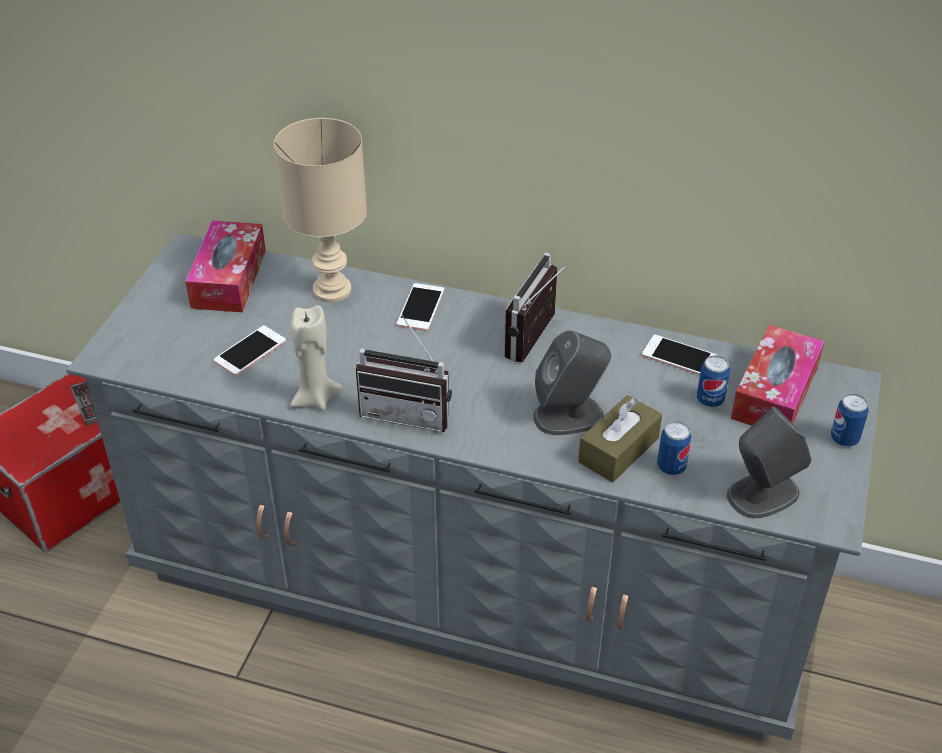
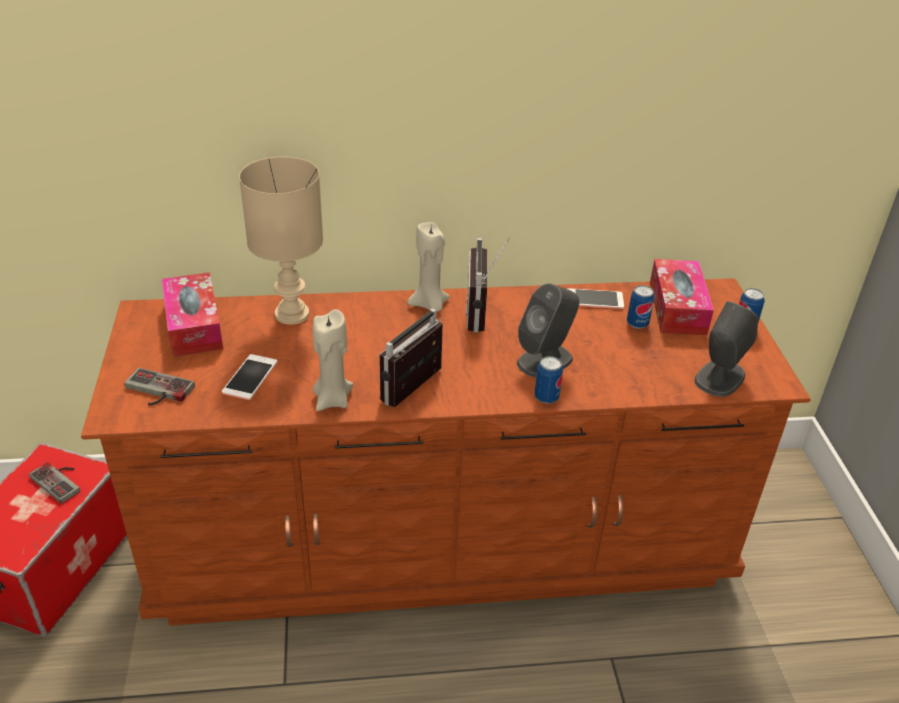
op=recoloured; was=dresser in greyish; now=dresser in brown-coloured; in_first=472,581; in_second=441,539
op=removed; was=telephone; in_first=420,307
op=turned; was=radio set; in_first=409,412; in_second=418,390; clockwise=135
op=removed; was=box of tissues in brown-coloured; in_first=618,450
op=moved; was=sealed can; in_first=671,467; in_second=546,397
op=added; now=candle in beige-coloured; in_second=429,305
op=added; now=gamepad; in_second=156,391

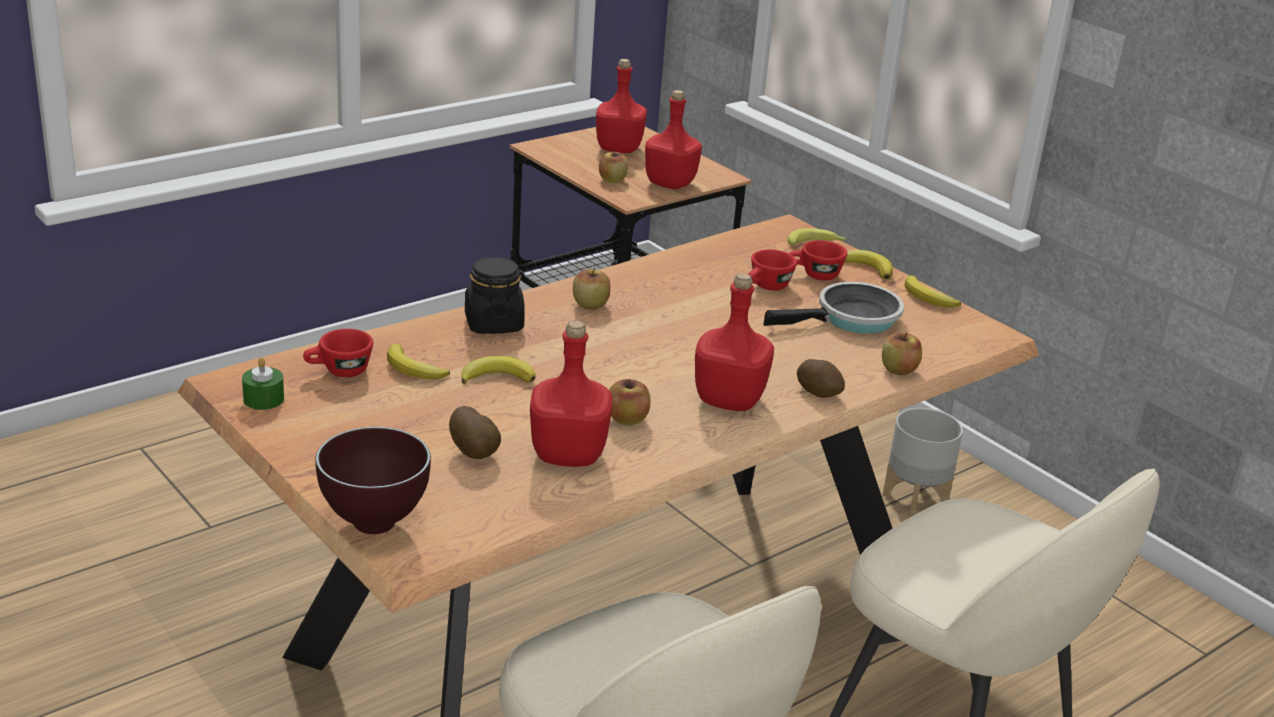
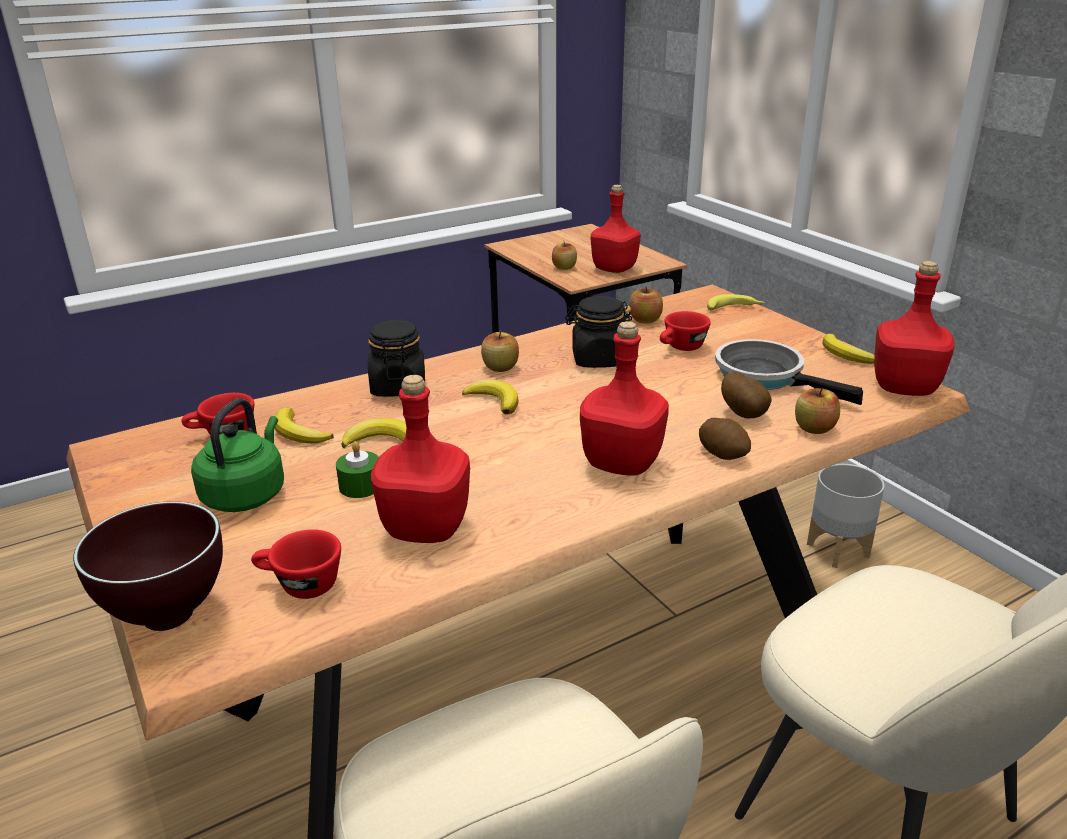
op=moved; was=drink bottle in reddish; in_first=618,148; in_second=903,387
op=moved; was=drinking cup in reddish; in_first=814,275; in_second=300,585
op=moved; was=banana; in_first=867,268; in_second=494,400
op=turned; was=frying pan; in_first=851,319; in_second=765,377; clockwise=-120
op=moved; was=candle in green-coloured; in_first=263,399; in_second=360,486
op=moved; was=whole apple; in_first=627,419; in_second=645,320
op=moved; was=potato; in_first=475,453; in_second=745,414
op=added; now=jar in blackish; in_second=598,359
op=added; now=tea kettle in green-coloured; in_second=246,494

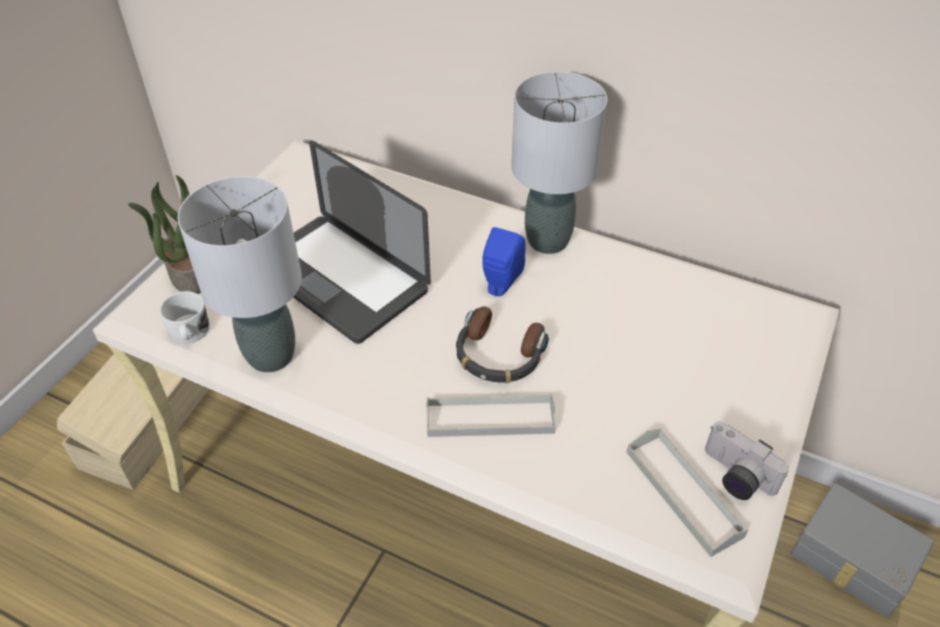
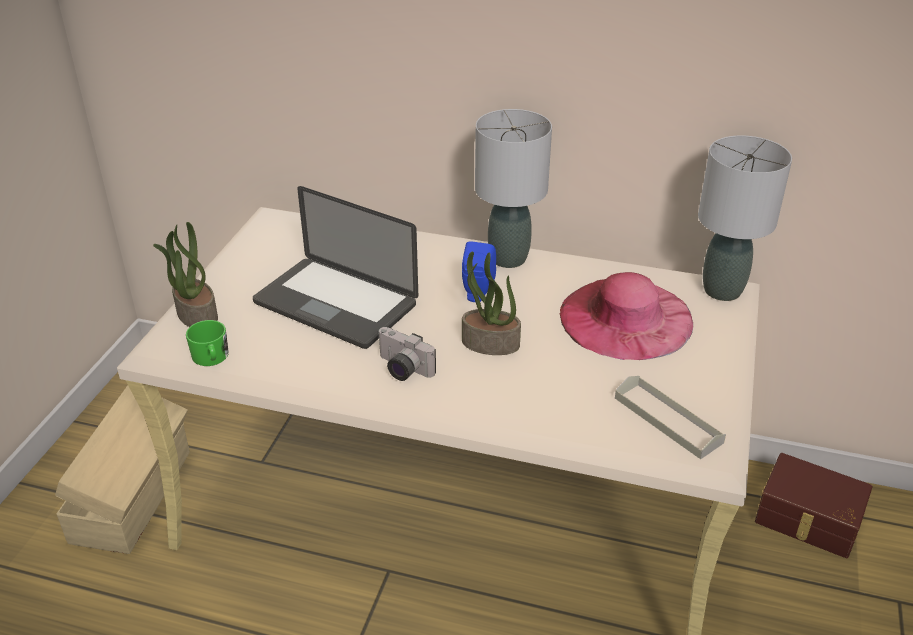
op=moved; was=tabletop lamp in greyish; in_first=271,354; in_second=722,290
op=recoloured; was=mug in white; now=mug in green-coloured; in_first=189,333; in_second=211,358
op=replaced; was=headphones; now=potted plant; in_first=498,355; in_second=489,344
op=removed; was=carrying tray in greyish; in_first=490,419
op=moved; was=still camera; in_first=734,477; in_second=401,369
op=recoloured; was=storage container in greyish; now=storage container in brown-coloured; in_first=851,561; in_second=808,520
op=added; now=clothing hat in pink; in_second=625,318

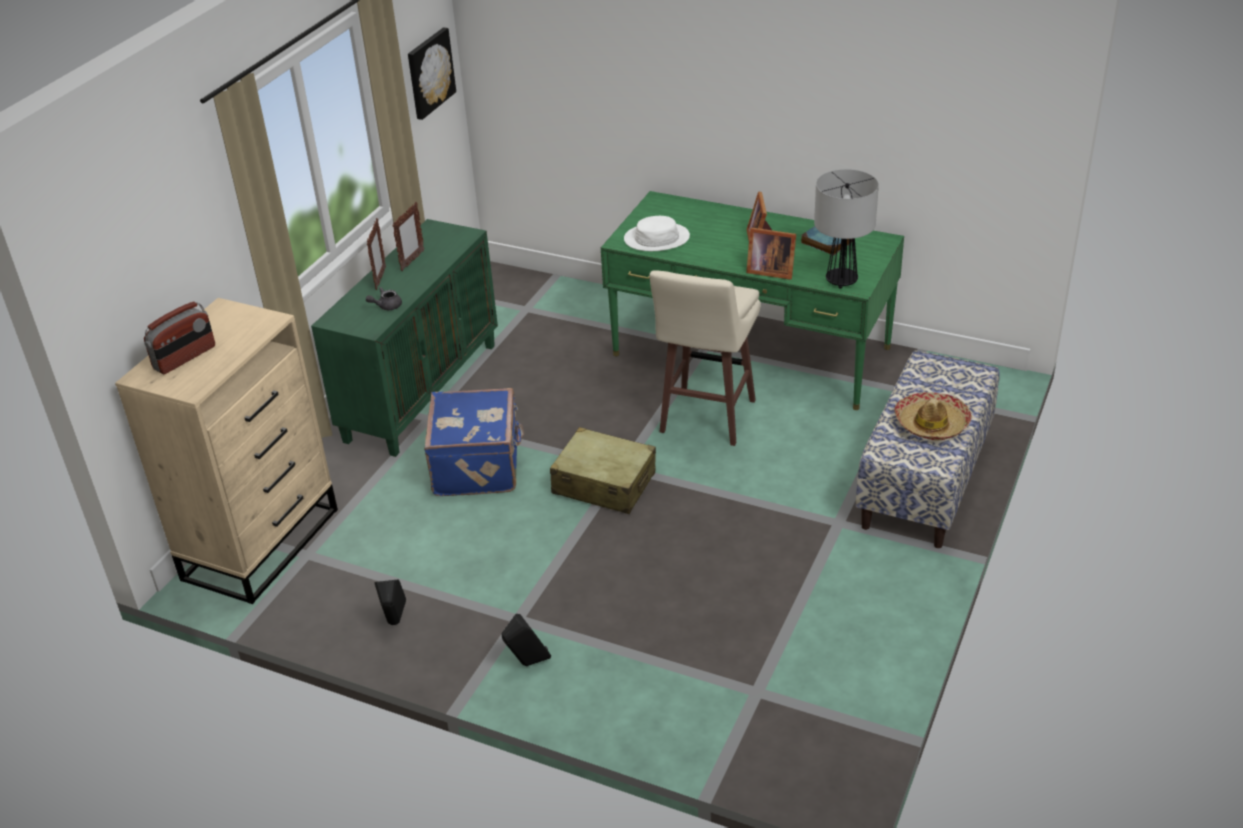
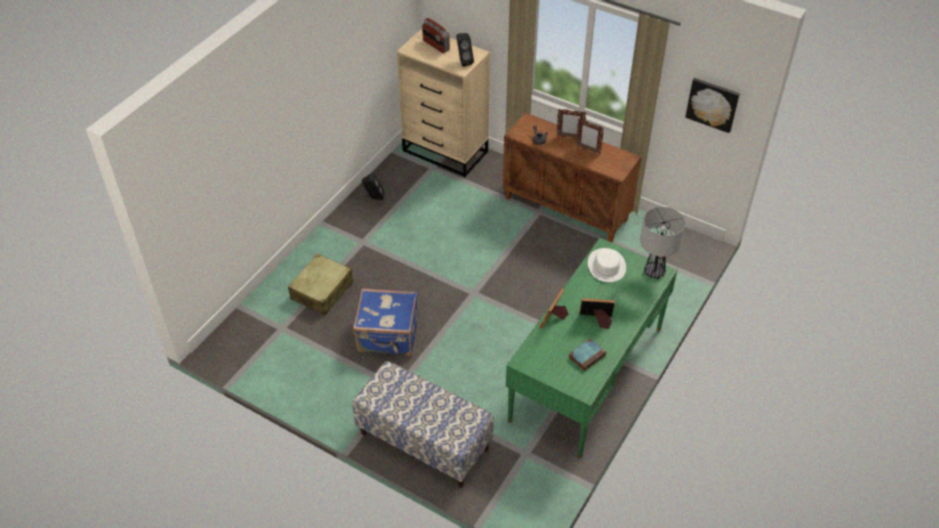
op=moved; was=tabletop lamp; in_first=841,281; in_second=654,272
op=recoloured; was=cabinet in green-coloured; now=cabinet in brown-coloured; in_first=421,391; in_second=567,208
op=removed; was=stool seat in beige-coloured; in_first=706,418
op=moved; was=suitcase in blue-coloured; in_first=479,466; in_second=388,336
op=removed; was=clothing hat; in_first=931,424
op=moved; was=suitcase in beige-coloured; in_first=604,483; in_second=322,291
op=moved; was=audio speaker in blackish; in_first=527,664; in_second=463,61

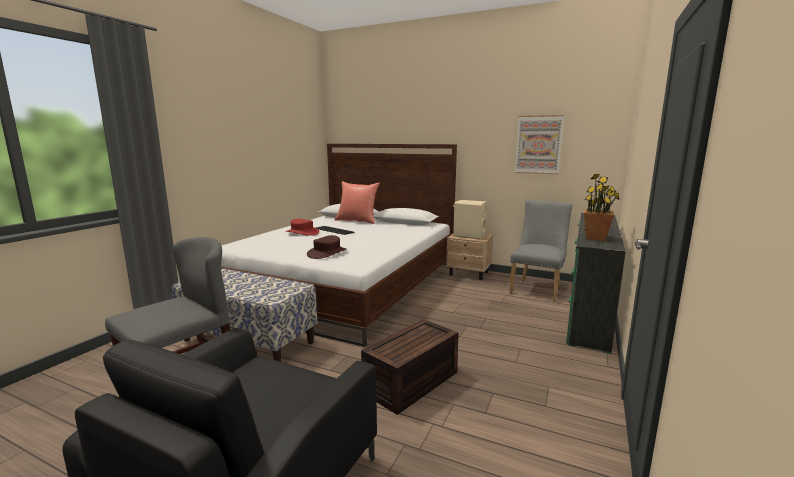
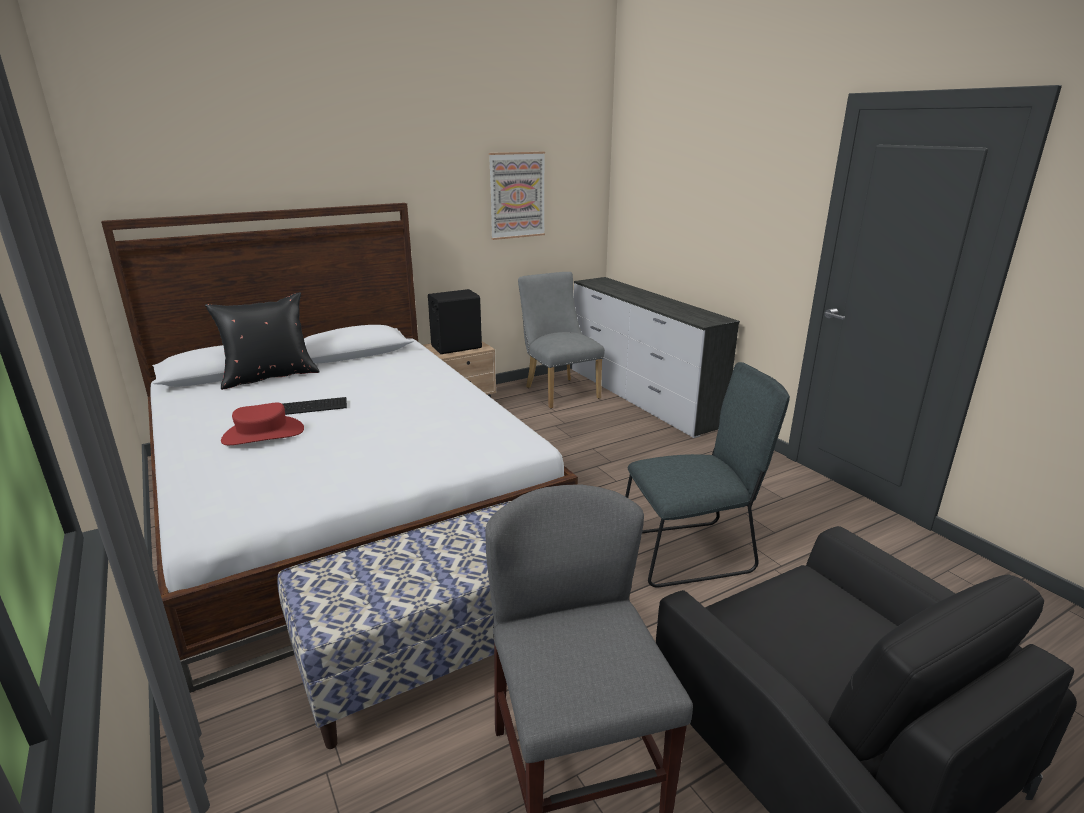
op=removed; was=potted plant; in_first=595,238
op=recoloured; was=pillow in reddish; now=pillow in blackish; in_first=357,221; in_second=269,376
op=recoloured; was=audio speaker in beige-coloured; now=audio speaker in blackish; in_first=469,236; in_second=456,347
op=recoloured; was=dresser in green-coloured; now=dresser in white; in_first=588,311; in_second=640,397
op=removed; was=clothing hat in brown-coloured; in_first=327,253
op=replaced; was=storage container in brown-coloured; now=chair in greyish; in_first=411,383; in_second=691,552

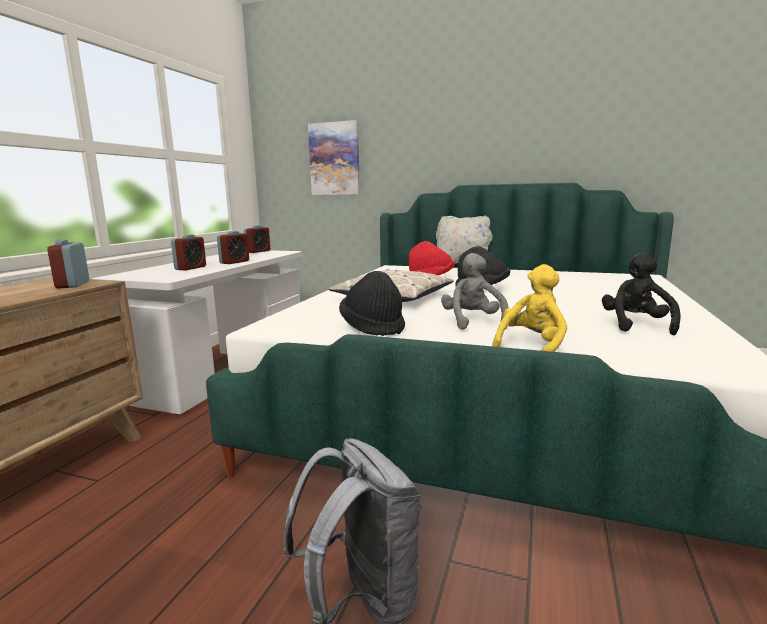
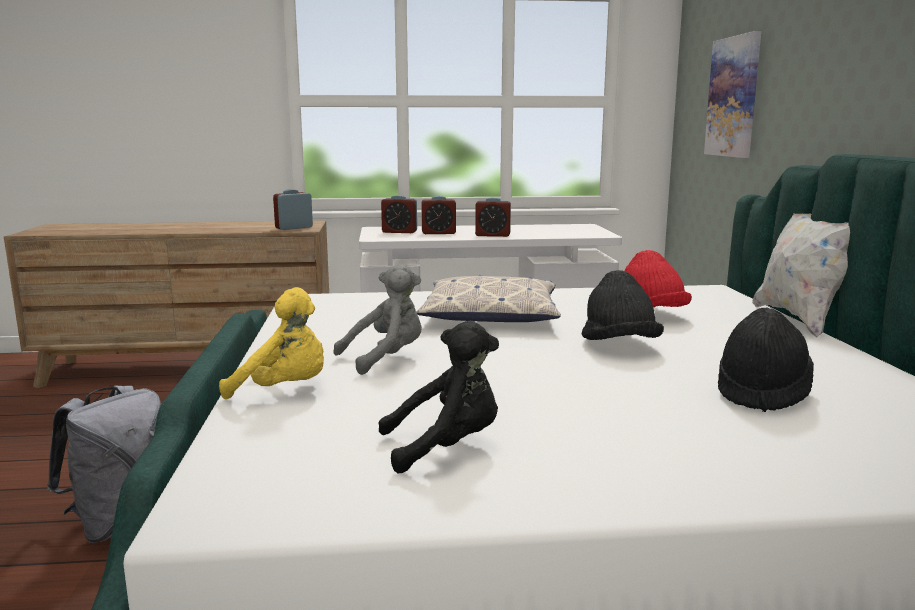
op=moved; was=table clock; in_first=258,251; in_second=399,232
op=moved; was=clothing hat in blackish; in_first=373,327; in_second=761,392

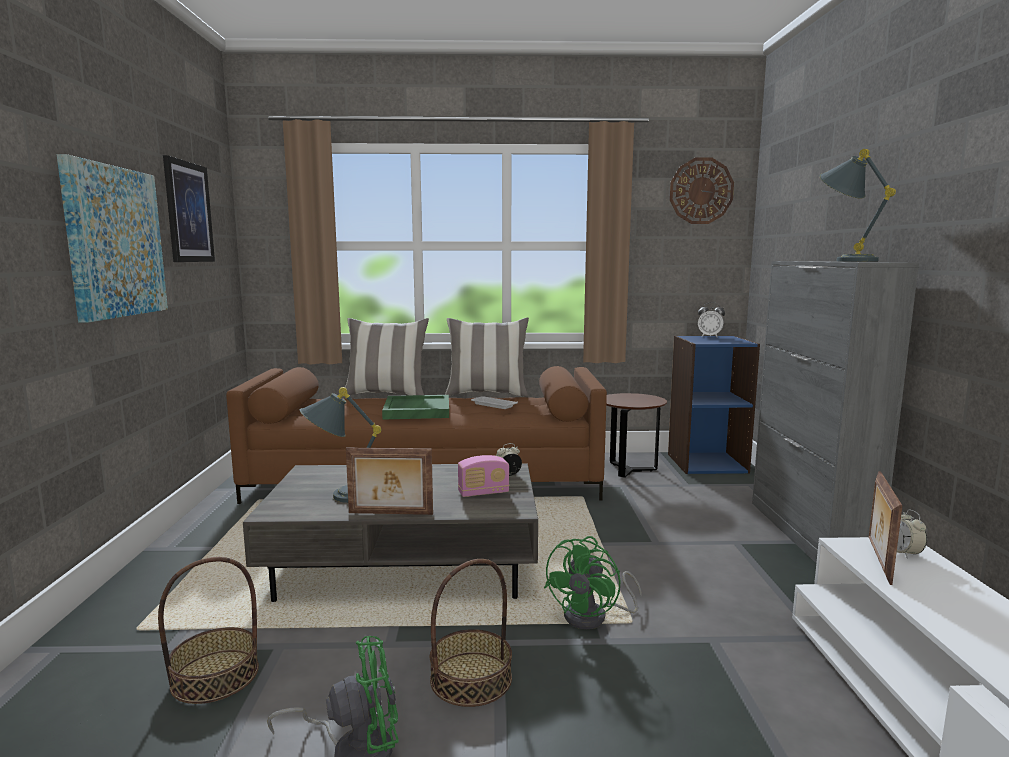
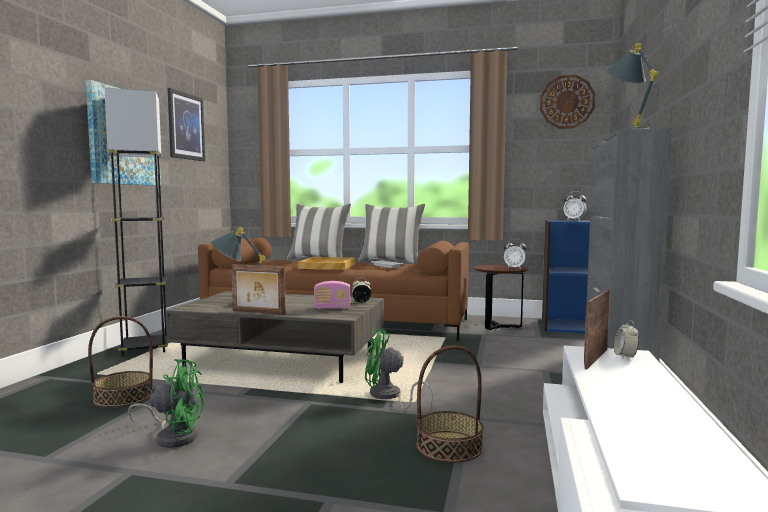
op=recoloured; was=carrying tray in green-coloured; now=carrying tray in beige-coloured; in_first=416,410; in_second=327,266
op=turned; was=cooling fan in green-coloured; in_first=594,617; in_second=389,397; clockwise=60
op=moved; was=household basket; in_first=471,678; in_second=449,446
op=added; now=floor lamp in greyish; in_second=145,349
op=added; now=table clock; in_second=514,268

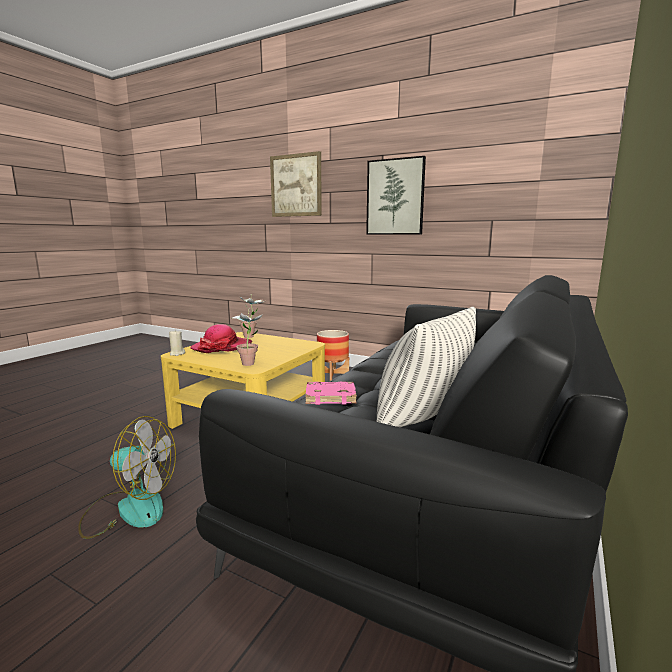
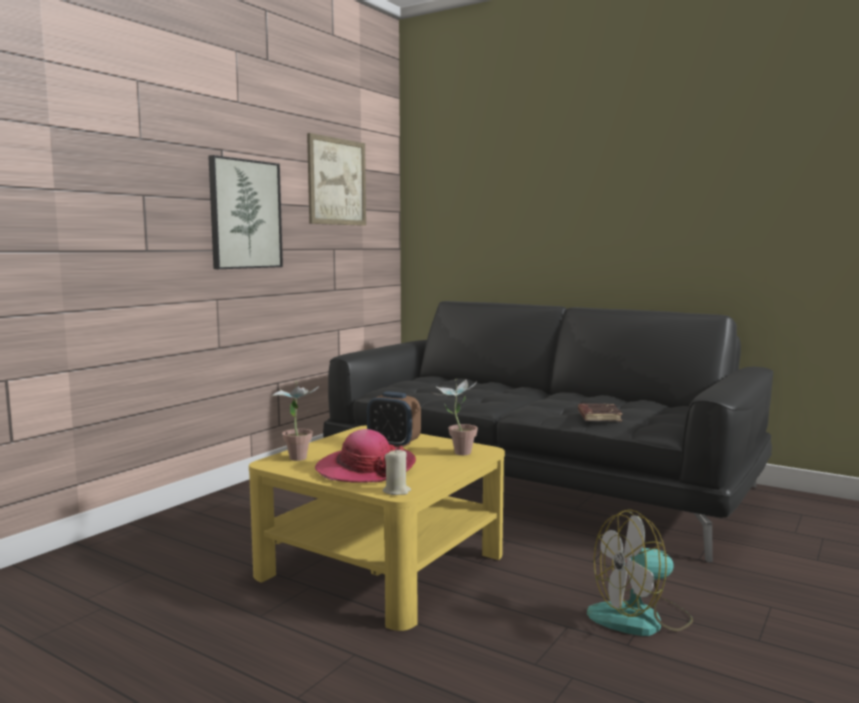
op=moved; was=wall picture; in_first=296,185; in_second=337,182
op=removed; was=pillow; in_first=422,420
op=removed; was=plant pot; in_first=332,377
op=recoloured; was=bound book in pink; now=bound book in brown-coloured; in_first=331,396; in_second=598,417
op=turned; was=cooling fan; in_first=129,508; in_second=640,618; clockwise=-120
op=added; now=table clock; in_second=393,444

